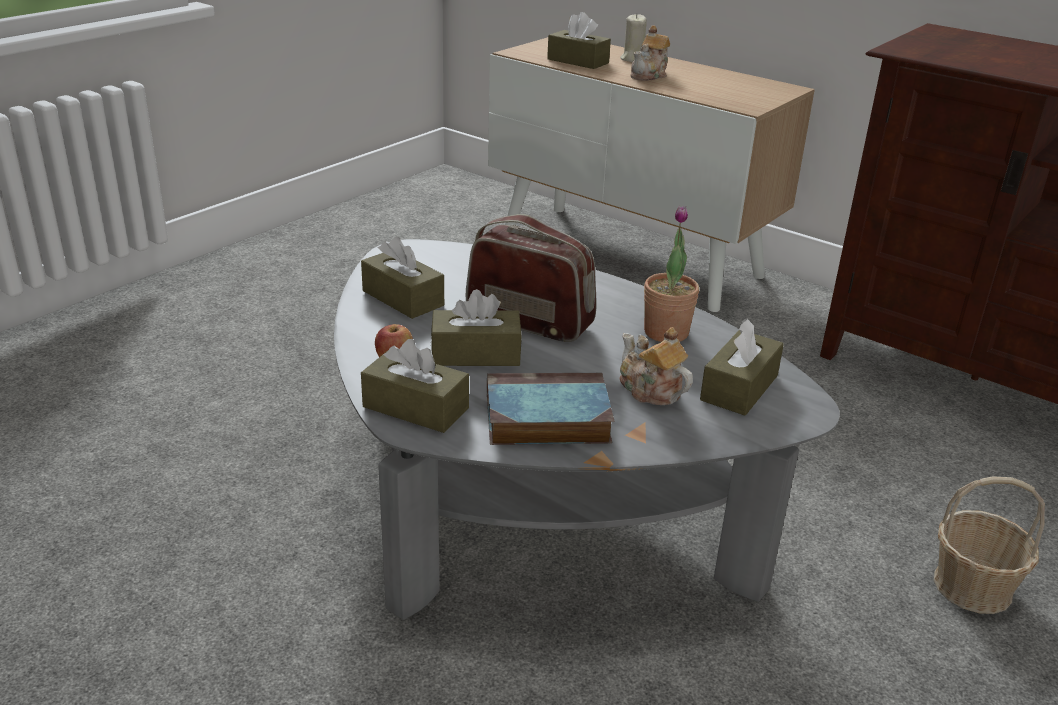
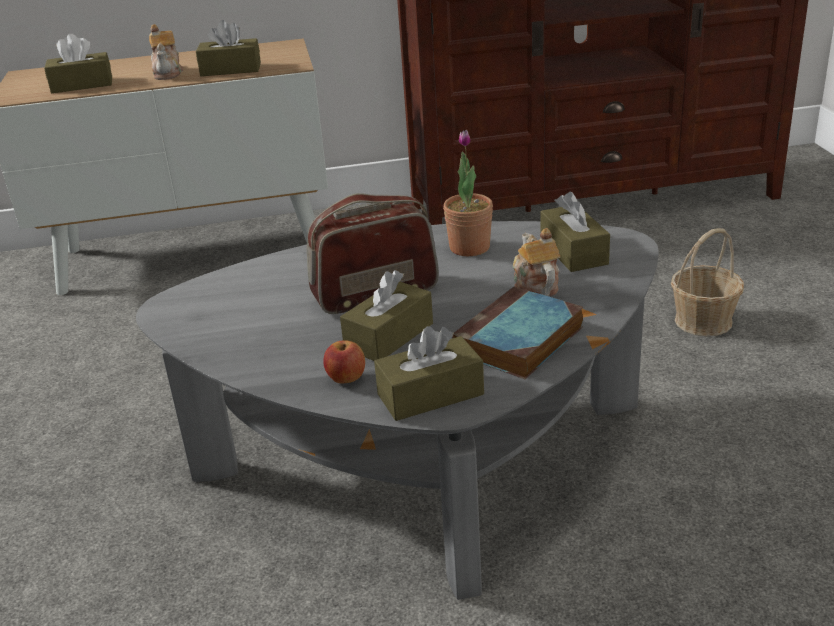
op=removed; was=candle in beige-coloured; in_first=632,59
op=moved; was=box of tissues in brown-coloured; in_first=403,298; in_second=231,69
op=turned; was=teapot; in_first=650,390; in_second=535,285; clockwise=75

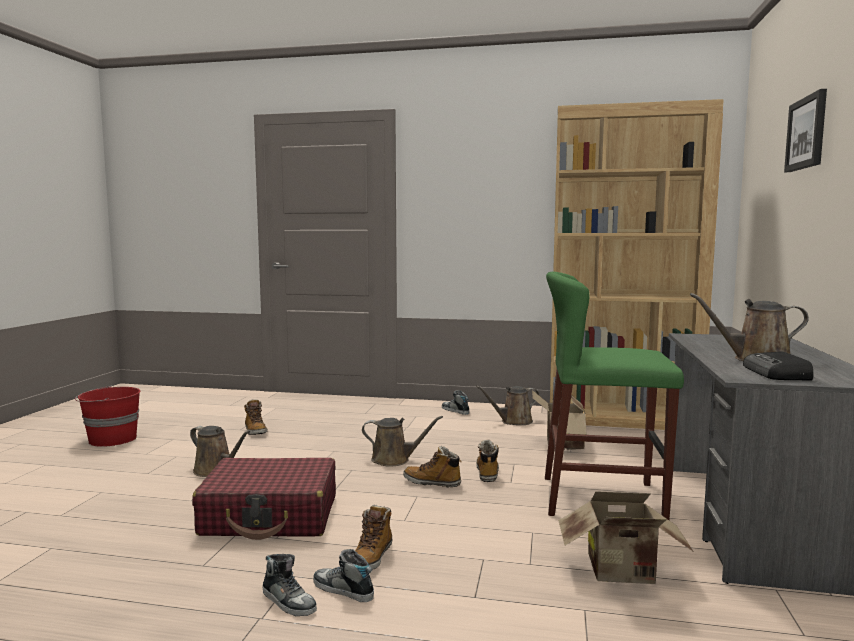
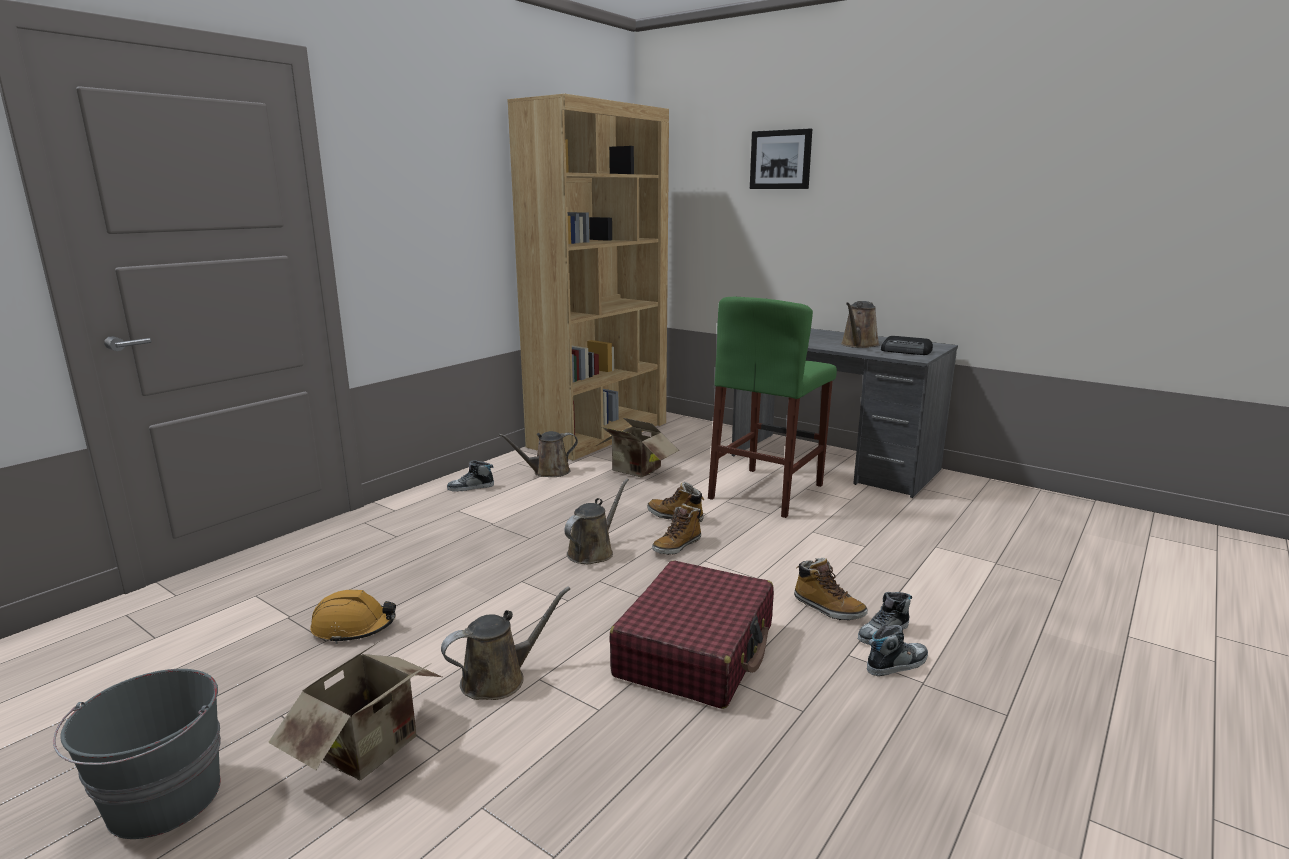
op=recoloured; was=pail in reddish; now=pail in greyish; in_first=111,439; in_second=163,800
op=turned; was=watering can in brown-coloured; in_first=513,421; in_second=548,472; clockwise=60
op=replaced; was=high-top boot; now=safety helmet in orangey; in_first=255,431; in_second=354,627
op=moved; was=carton; in_first=623,573; in_second=373,749

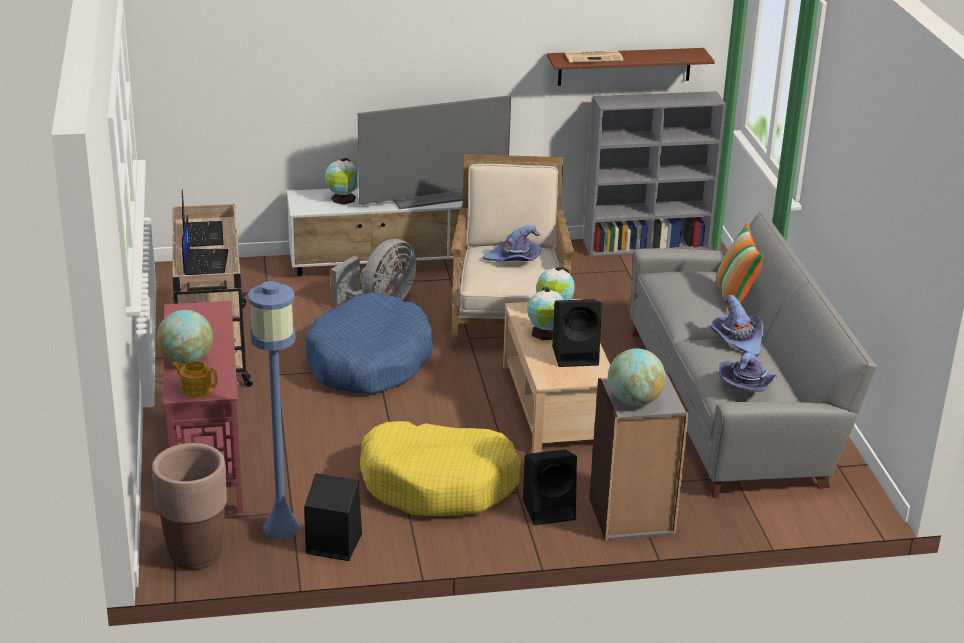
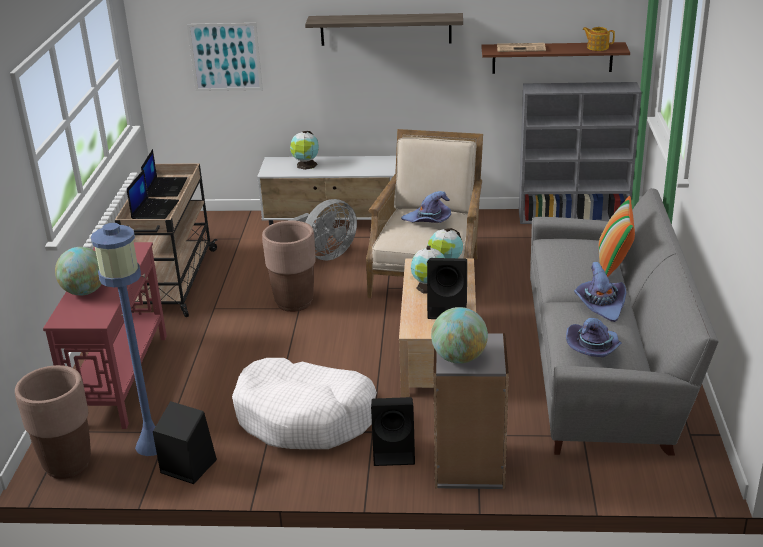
op=removed; was=TV; in_first=431,196
op=replaced; was=pet bed in blue-coloured; now=plant pot in brown-coloured; in_first=369,362; in_second=294,303
op=moved; was=teapot; in_first=196,389; in_second=597,47
op=recoloured; was=pet bed in yellowish; now=pet bed in white; in_first=439,483; in_second=305,417
op=added; now=bracket shelf; in_second=385,29
op=added; now=wall picture; in_second=225,57

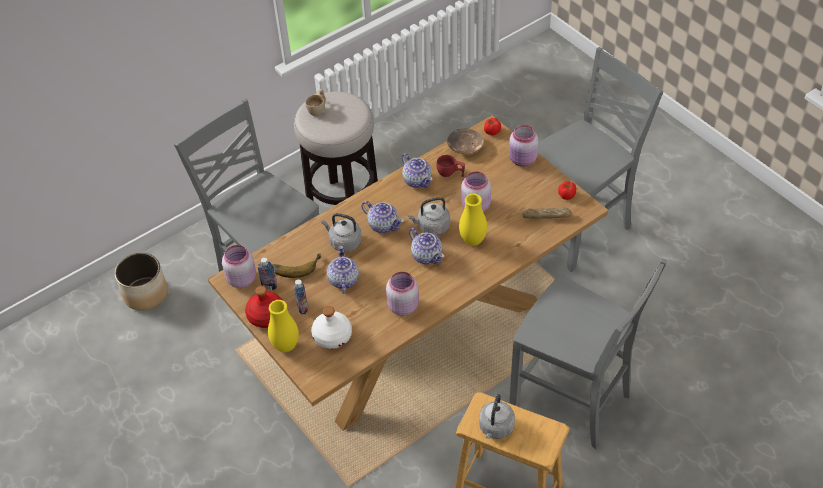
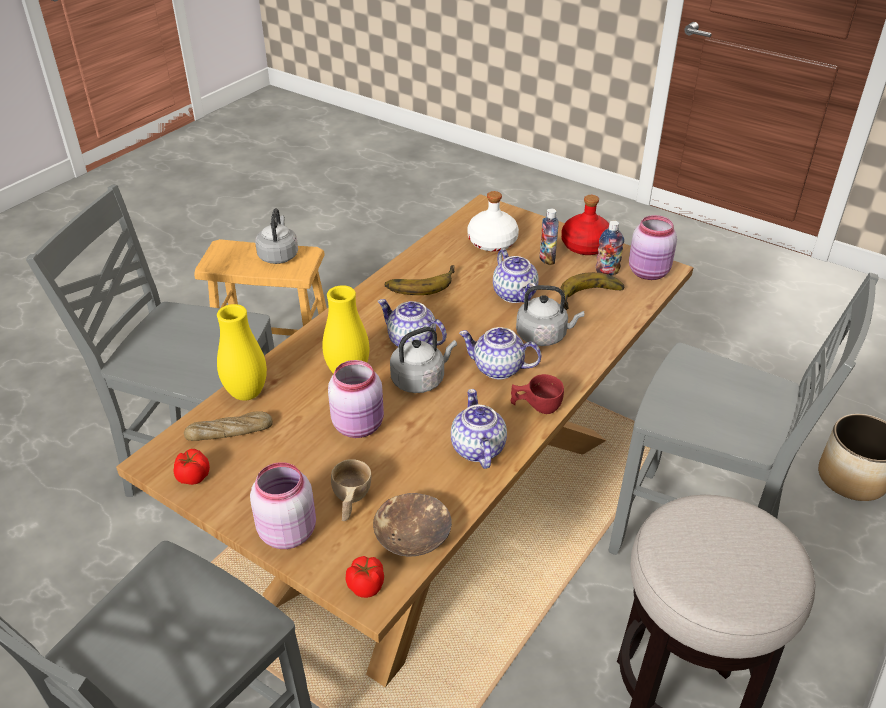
op=moved; was=drinking cup in beige-coloured; in_first=318,109; in_second=350,501
op=turned; was=teapot; in_first=418,180; in_second=477,448; clockwise=45
op=moved; was=drinking cup in reddish; in_first=450,173; in_second=536,406
op=replaced; was=jar in pink; now=banana; in_first=403,305; in_second=420,282
op=moved; was=flower vase in yellowish; in_first=286,346; in_second=247,393

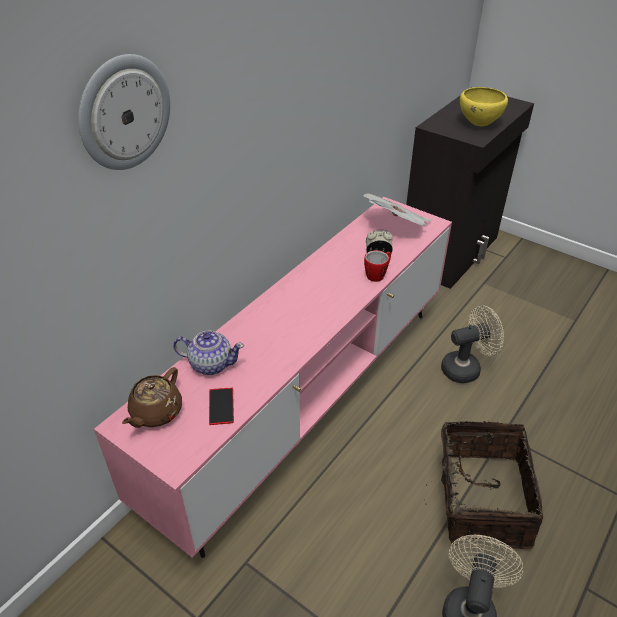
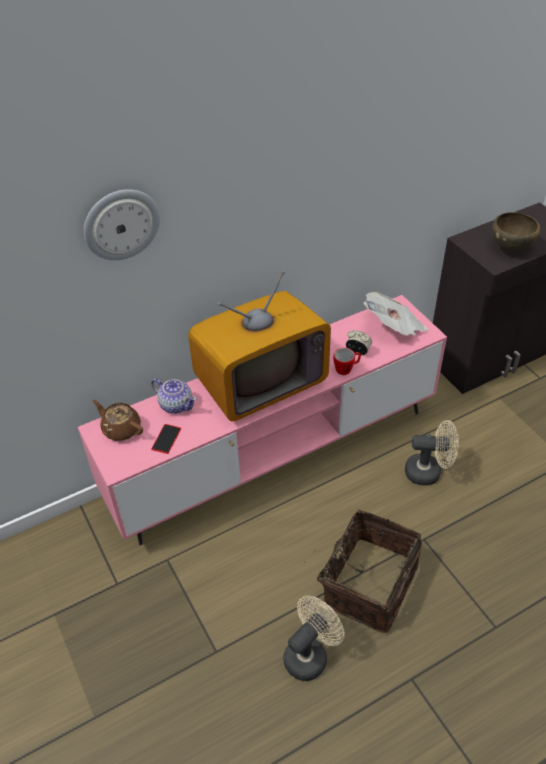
op=recoloured; was=bowl in yellowish; now=bowl in brown-coloured; in_first=479,124; in_second=511,249
op=turned; was=teapot in brown-coloured; in_first=156,412; in_second=121,429; clockwise=75
op=added; now=TV; in_second=260,382

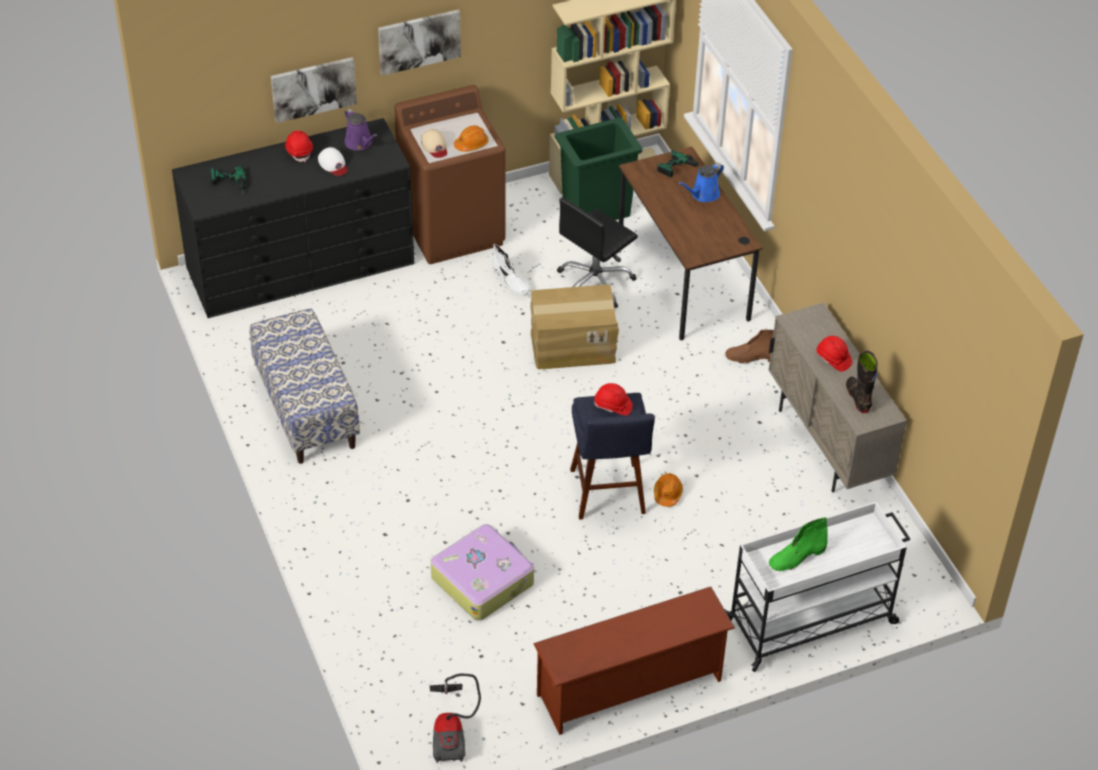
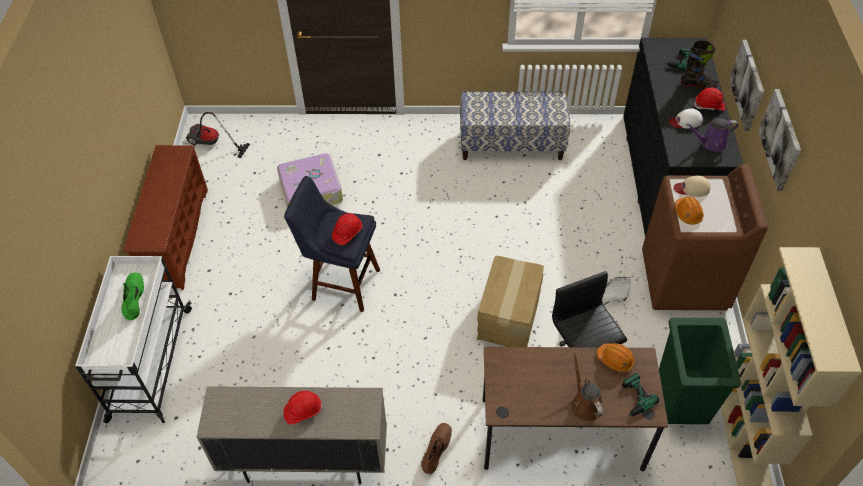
op=recoloured; was=watering can in blue-coloured; now=watering can in brown-coloured; in_first=703,195; in_second=584,404
op=moved; was=high-top boot in blackish; in_first=858,398; in_second=698,84
op=moved; was=safety helmet in orangey; in_first=667,494; in_second=615,360

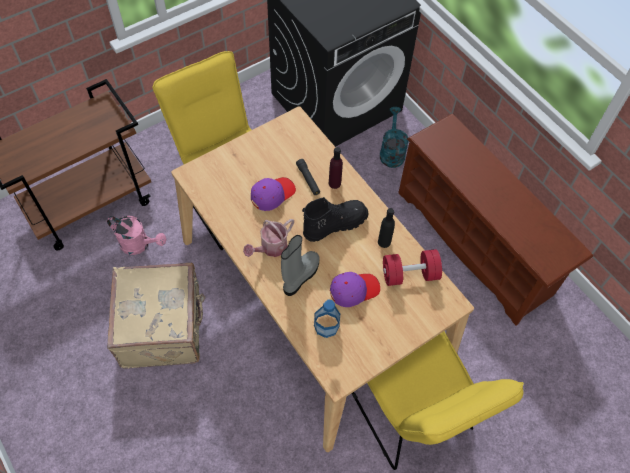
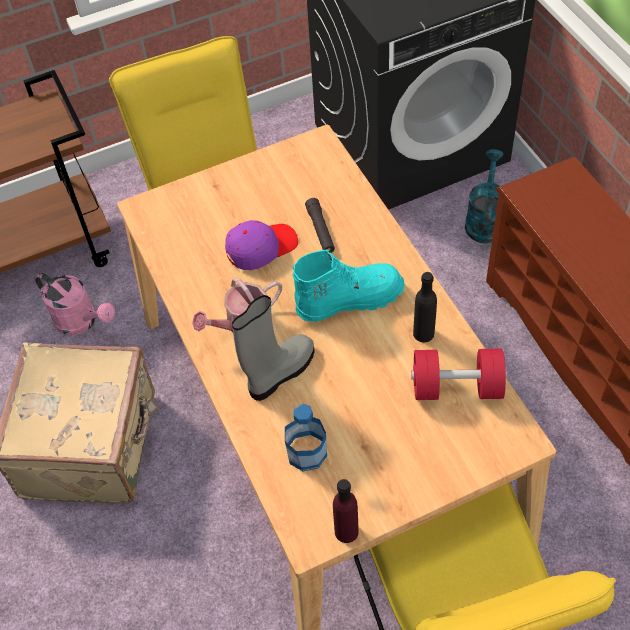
op=moved; was=drink bottle in purplish; in_first=334,183; in_second=346,531
op=recoloured; was=high-top boot in blackish; now=high-top boot in blue-green; in_first=334,224; in_second=349,299
op=removed; was=baseball cap in purplish; in_first=354,290

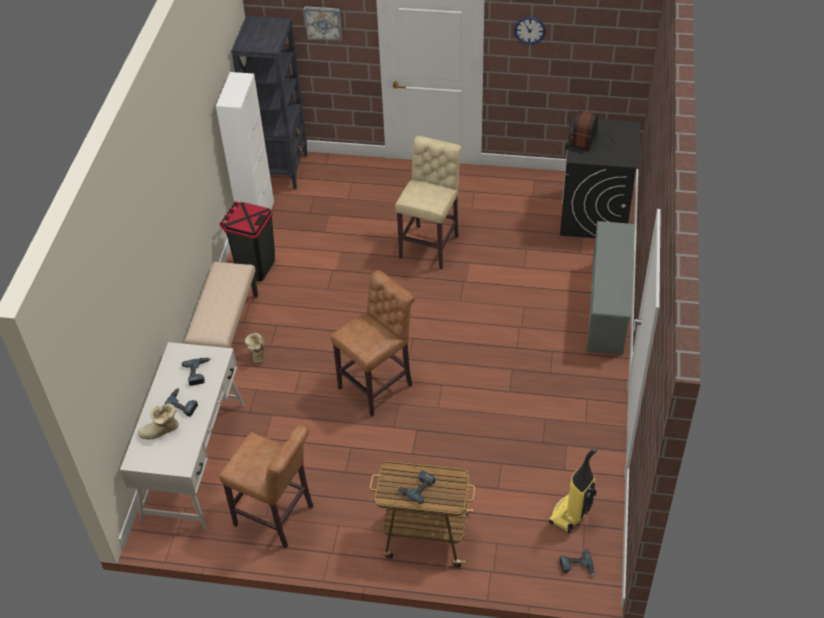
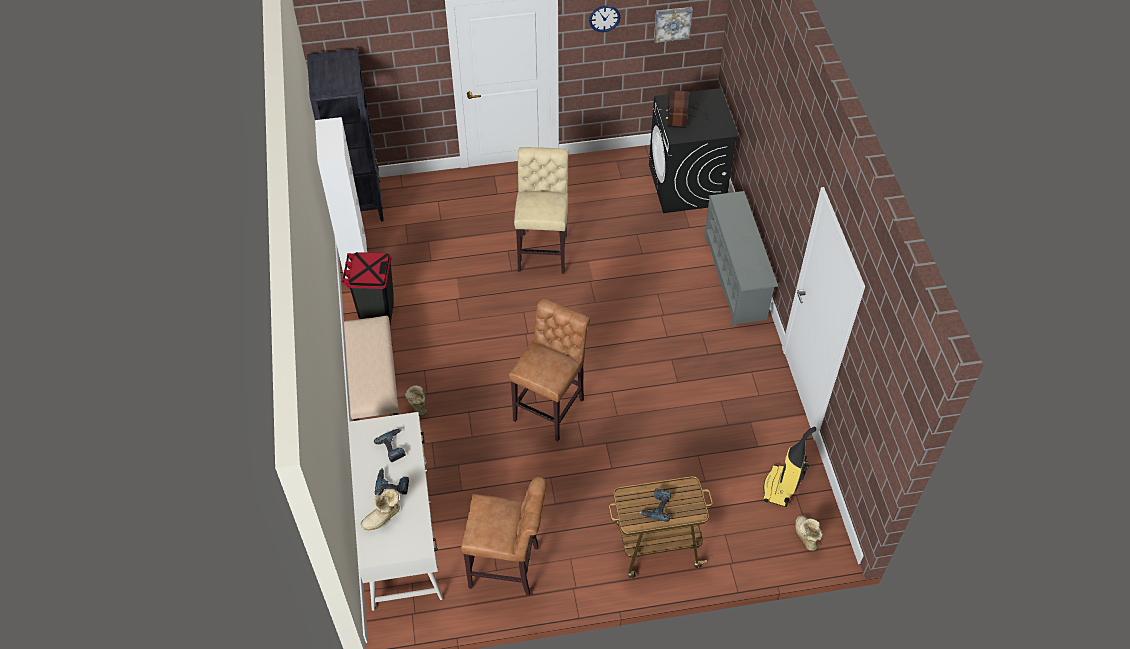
op=moved; was=wall picture; in_first=323,22; in_second=672,23
op=replaced; was=power drill; now=high-top boot; in_first=577,567; in_second=805,536

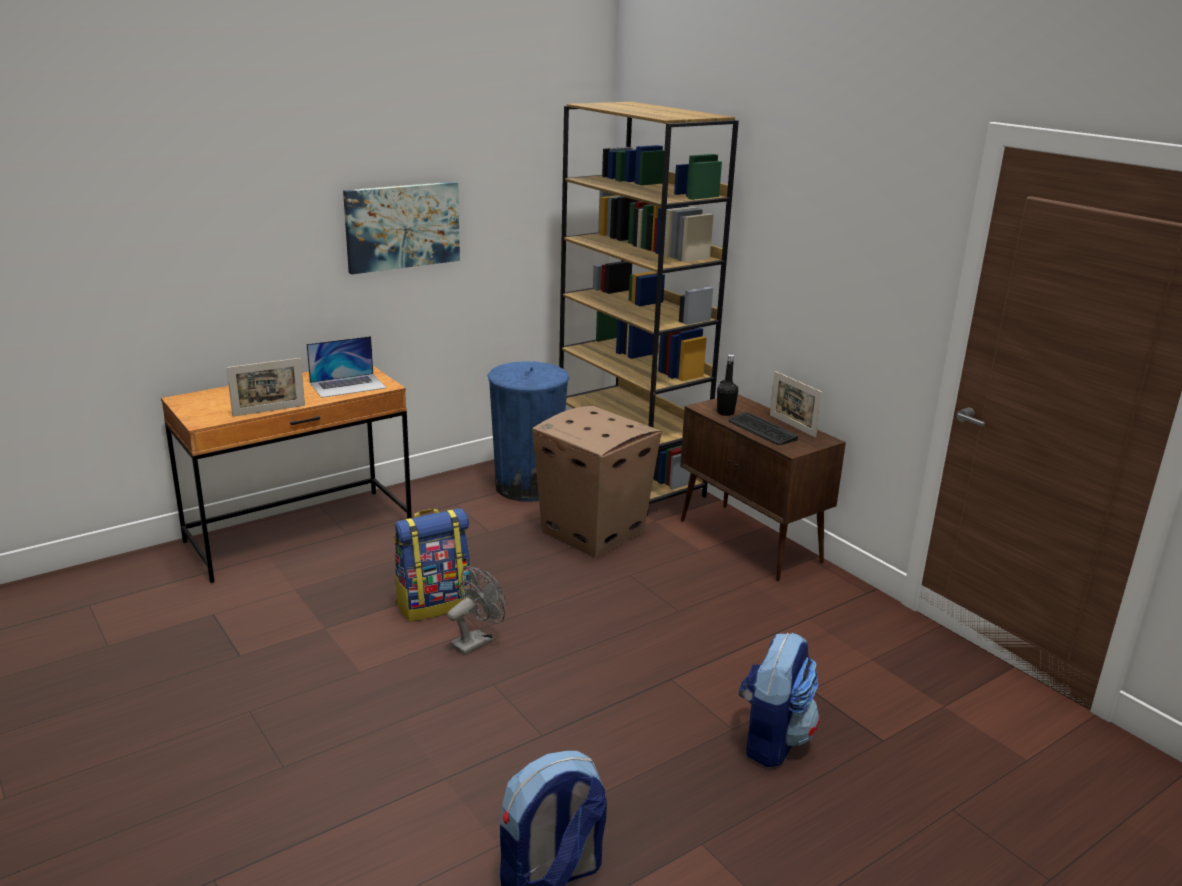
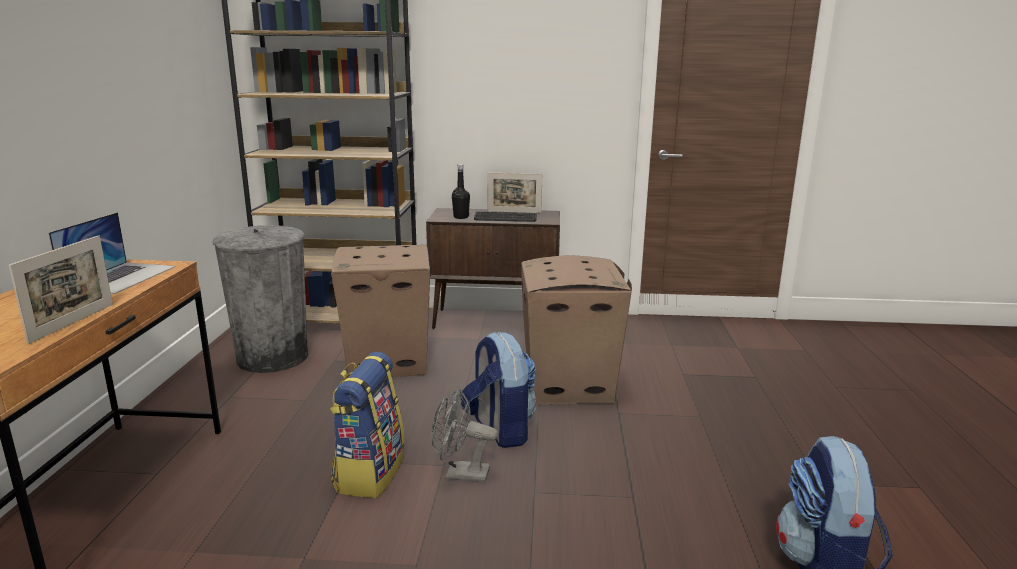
op=removed; was=wall picture; in_first=402,226
op=recoloured; was=waste bin in blue-coloured; now=waste bin in greyish; in_first=527,486; in_second=272,357
op=turned; was=cooling fan in greyish; in_first=476,641; in_second=460,474; clockwise=-75
op=moved; was=backpack; in_first=772,739; in_second=499,430
op=added; now=carton; in_second=569,384

